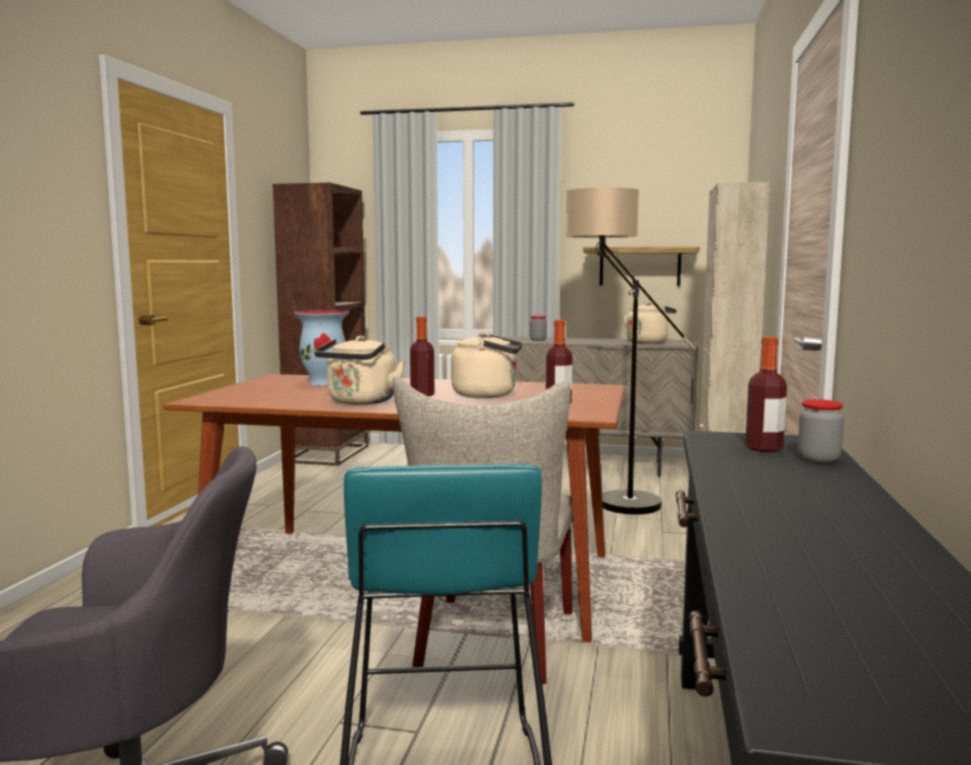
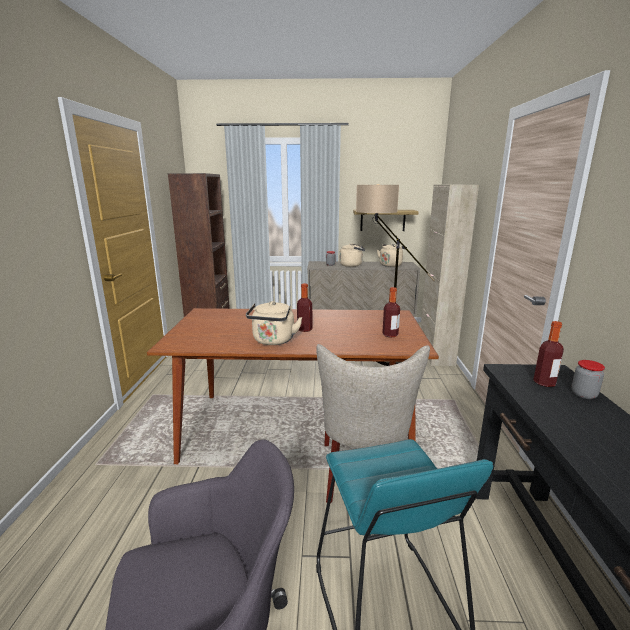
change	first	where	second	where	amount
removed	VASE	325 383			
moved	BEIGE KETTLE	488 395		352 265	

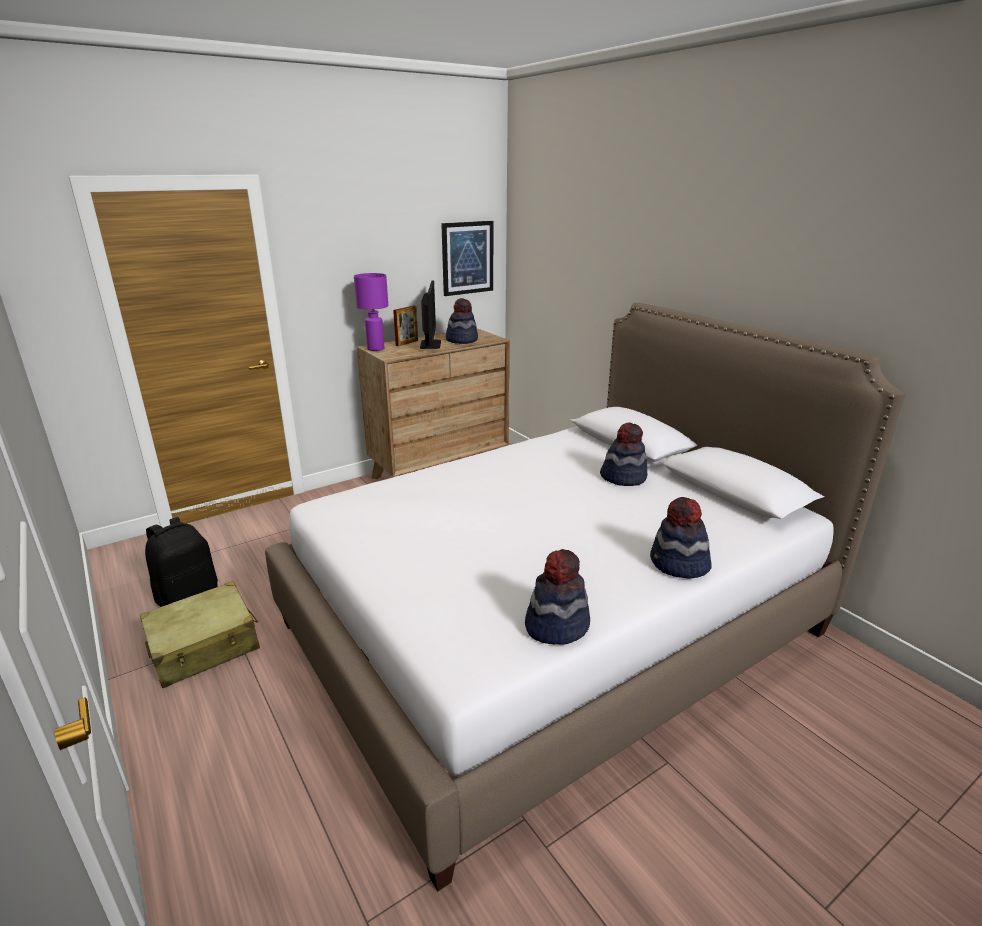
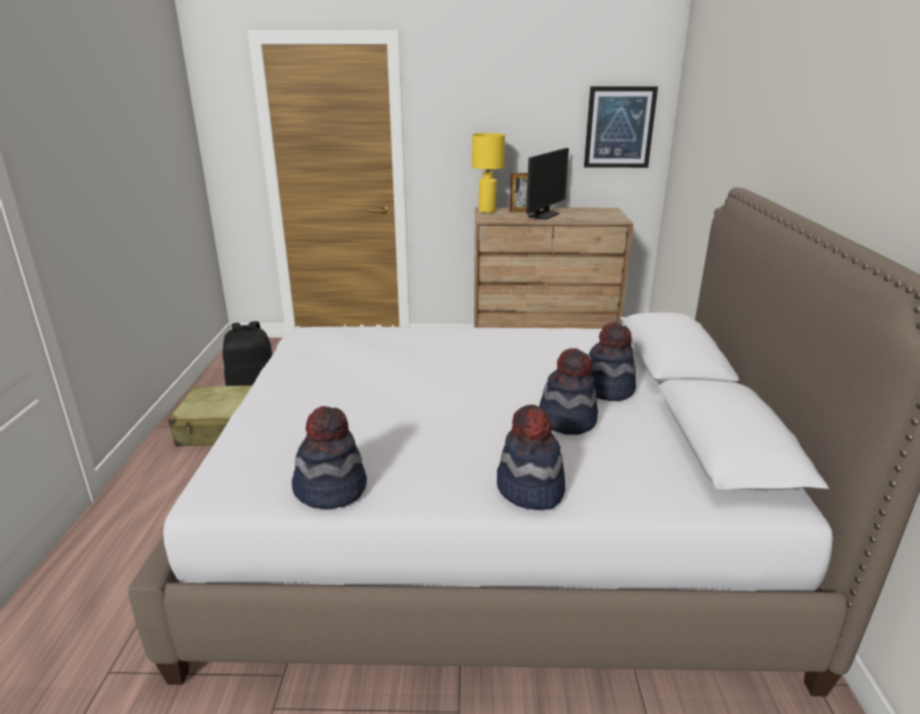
change	first	where	second	where	amount
moved	HAT	462 340		567 420	
recoloured	PURPLE TABLE LAMP	375 349	YELLOW TABLE LAMP	486 211	

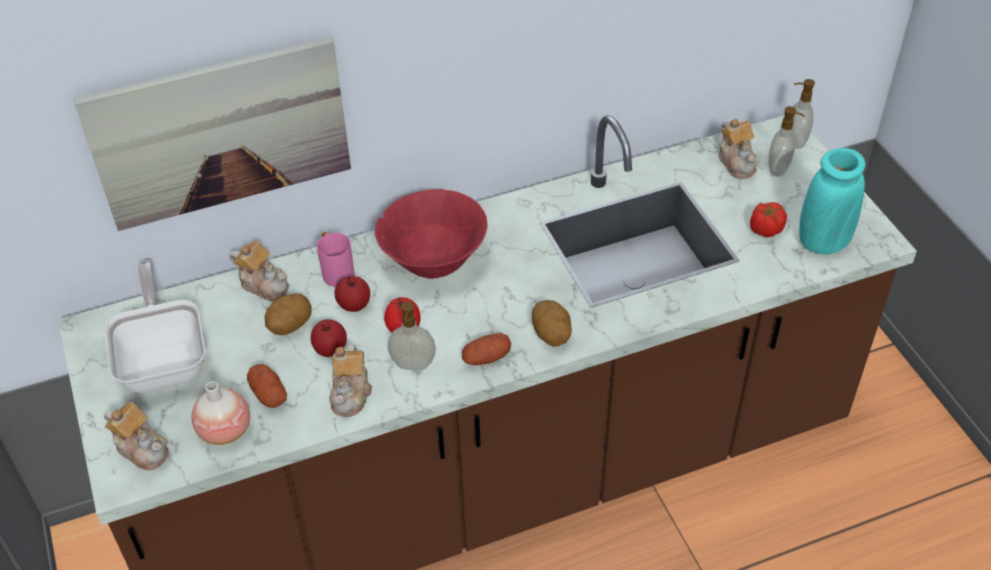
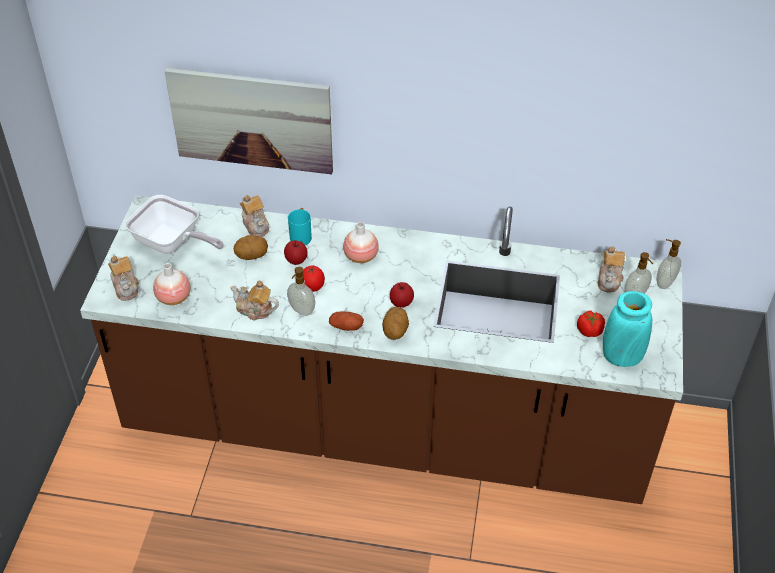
change	first	where	second	where	amount
removed	POTATO	269 394			
moved	APPLE	330 348		401 302	
replaced	RED BOWL	433 263	VASE	361 257	
recoloured	PINK MUG	335 271	TURQUOISE MUG	301 235	
turned	FRYING PAN	164 360		172 243	105 degrees clockwise
turned	TEAPOT	351 393		255 310	75 degrees clockwise

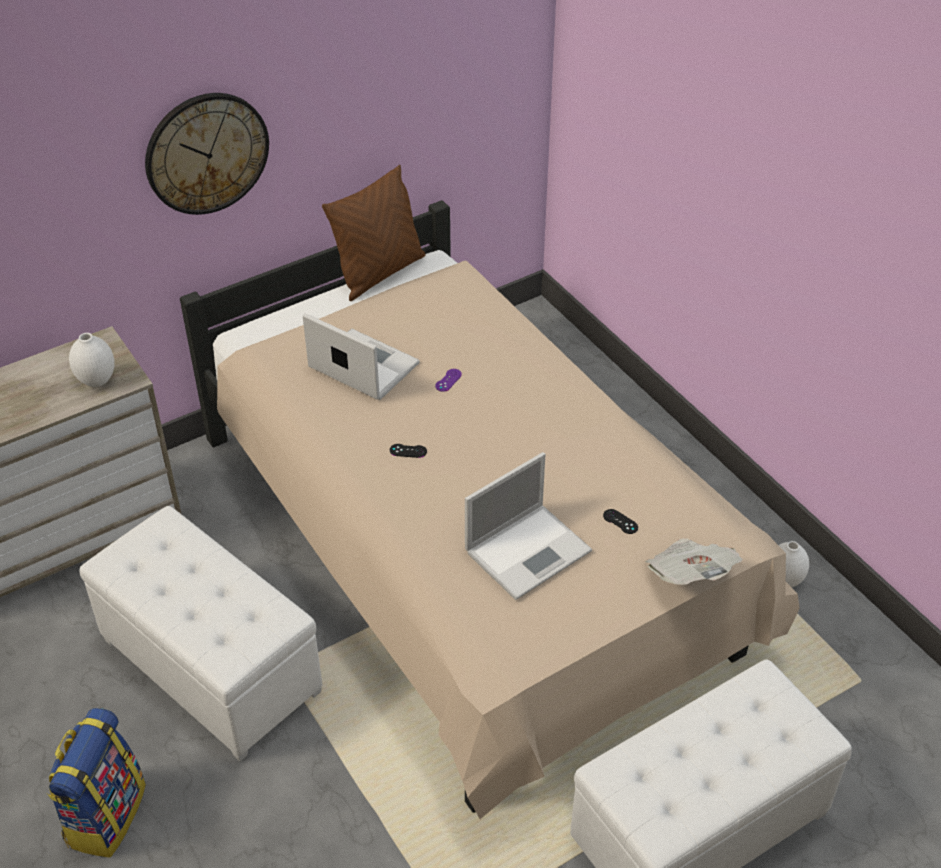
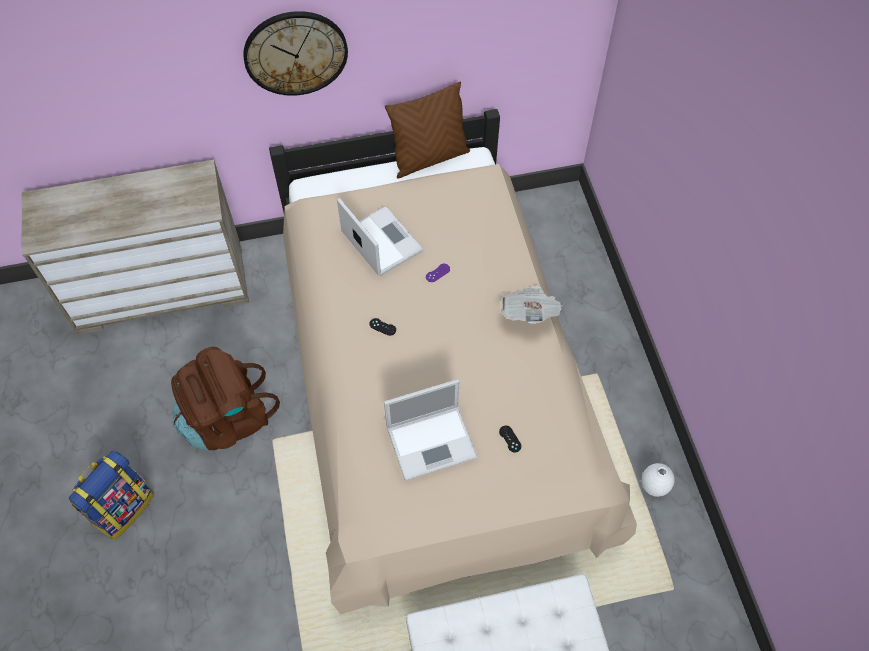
change	first	where	second	where	amount
removed	WHITE VASE	96 381			
moved	NEWSPAPER	690 576		529 313	
replaced	WHITE OTTOMAN	212 665	BROWN BACKPACK	228 419	

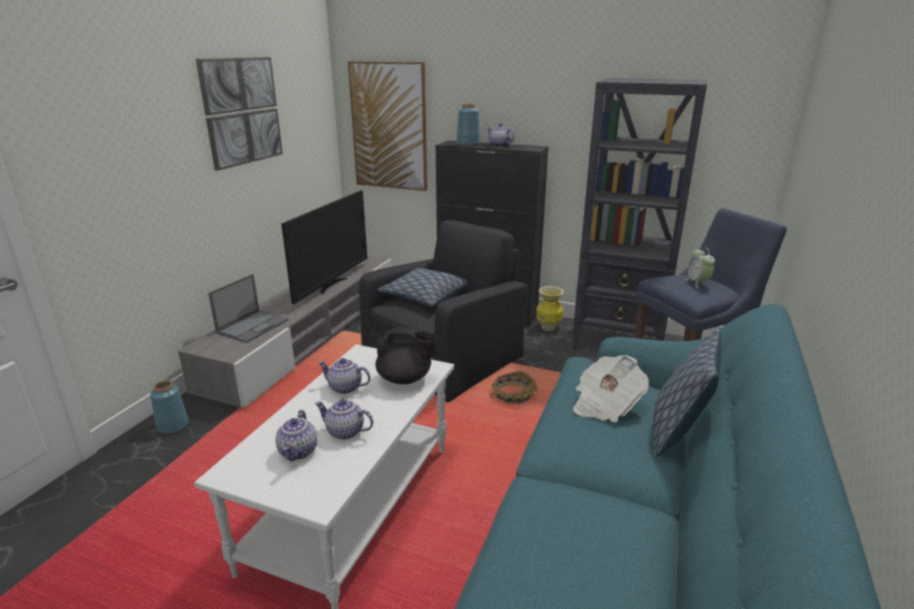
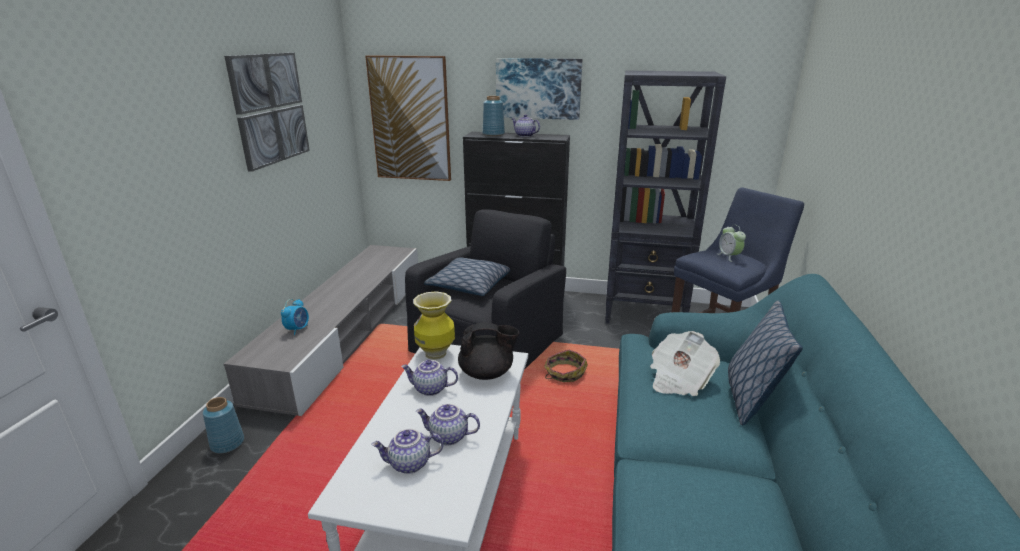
change	first	where	second	where	amount
removed	TELEVISION	331 285			
added			PICTURE	538 88	
moved	VASE	548 328		436 354	
replaced	LAPTOP	253 326	ALARM CLOCK	298 329	
turned	TEAPOT	299 452		409 464	90 degrees clockwise

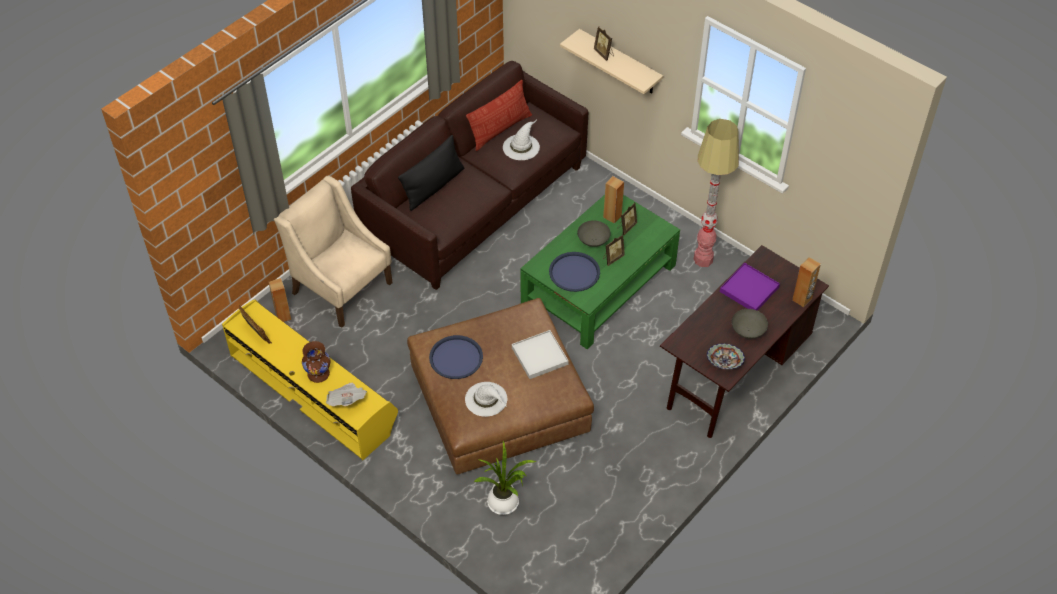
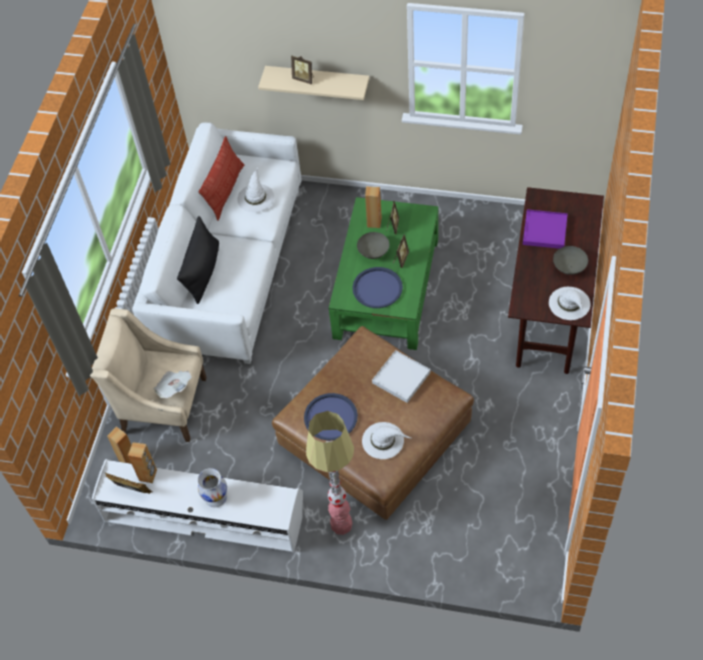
change	first	where	second	where	amount
removed	POTTED PLANT	505 503			
moved	NEWSPAPER	347 401		174 388	
moved	FLOOR LAMP	703 259		341 525	
moved	BROWN SPEAKER	802 299		148 475	
replaced	BOWL	724 362	WHITE HAT	570 303	
recoloured	YELLOW TV STAND	313 390	WHITE TV STAND	204 513	
recoloured	BROWN VASE	318 374	WHITE VASE	215 498	
recoloured	BROWN SOFA	475 203	WHITE SOFA	230 268	

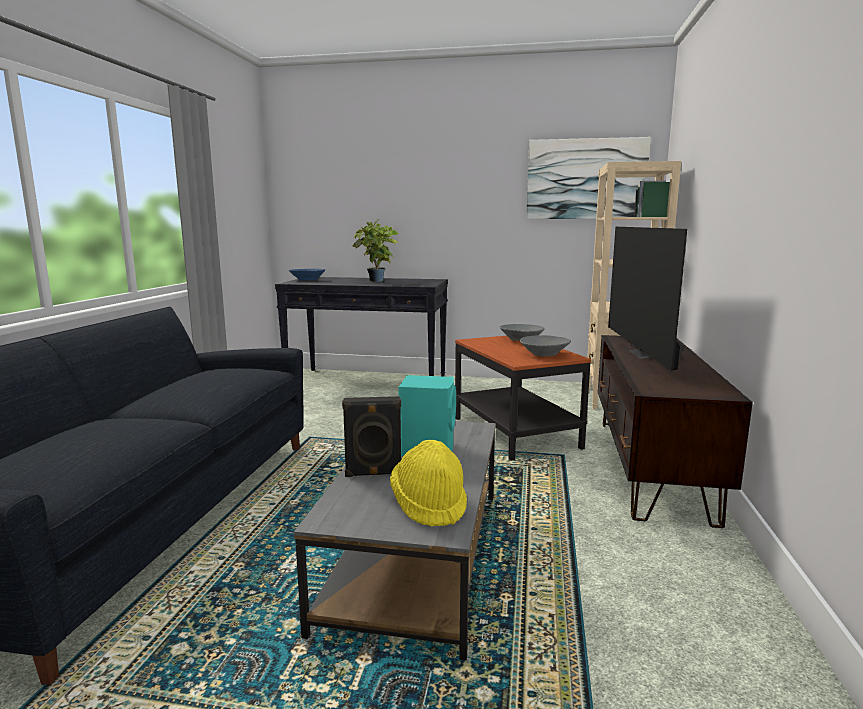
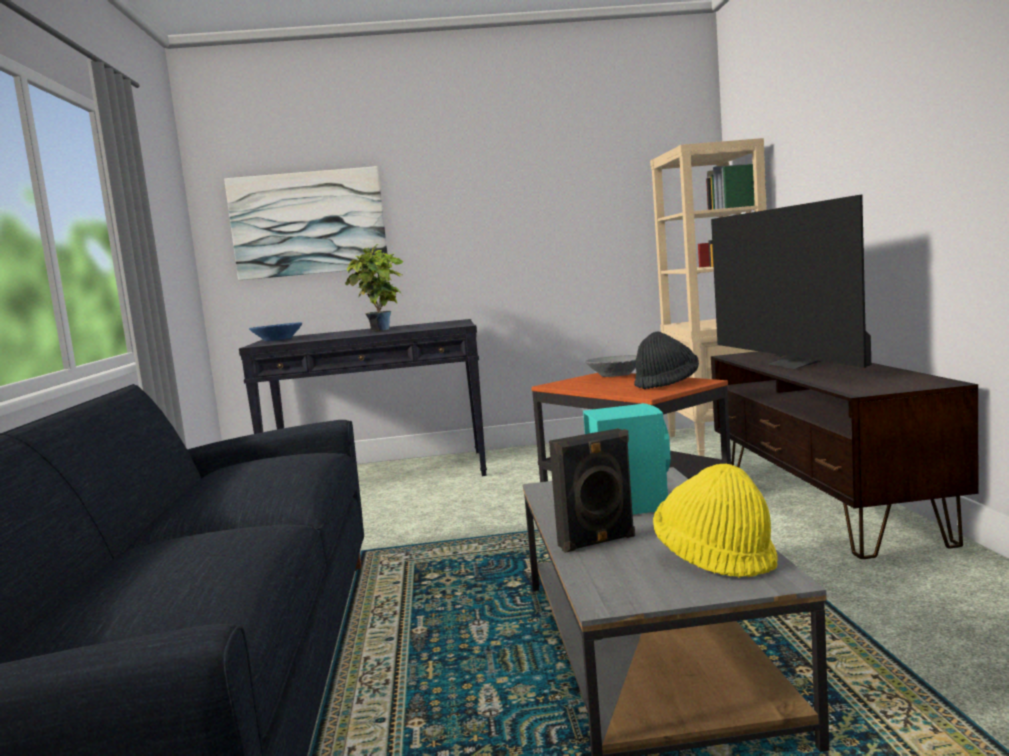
change	first	where	second	where	amount
moved	PICTURE	586 179		308 223	
replaced	GREY BOWL	544 354	BLACK HAT	667 384	

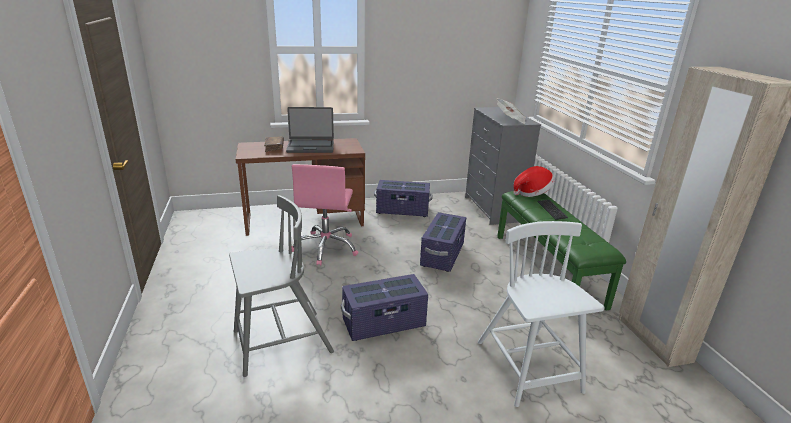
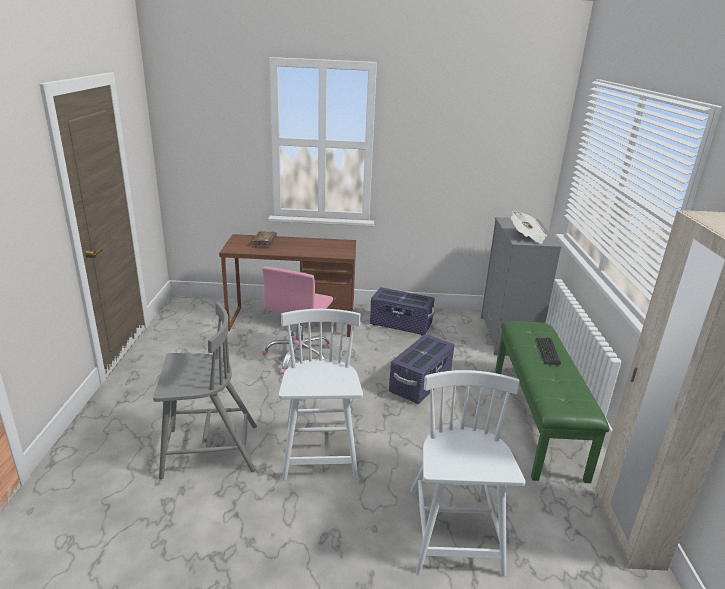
change	first	where	second	where	amount
removed	LAPTOP	310 147			
removed	HAT	532 193			
replaced	PURPLE STORAGE BOX	384 323	WHITE CHAIR	320 450	

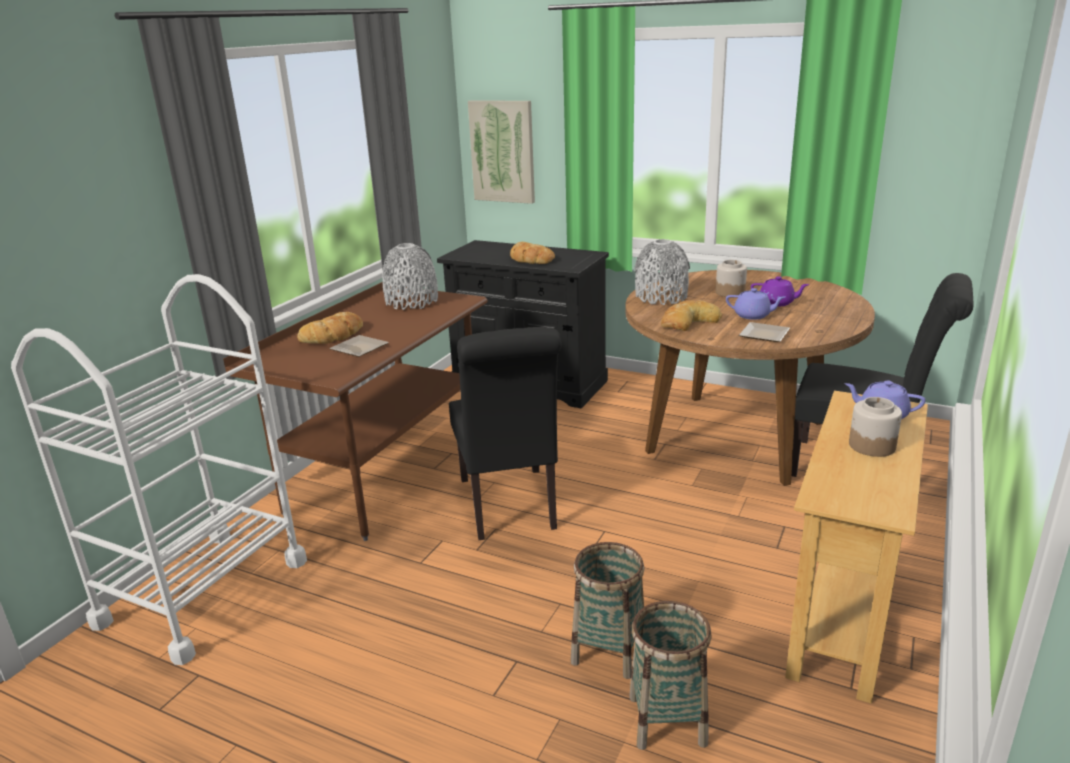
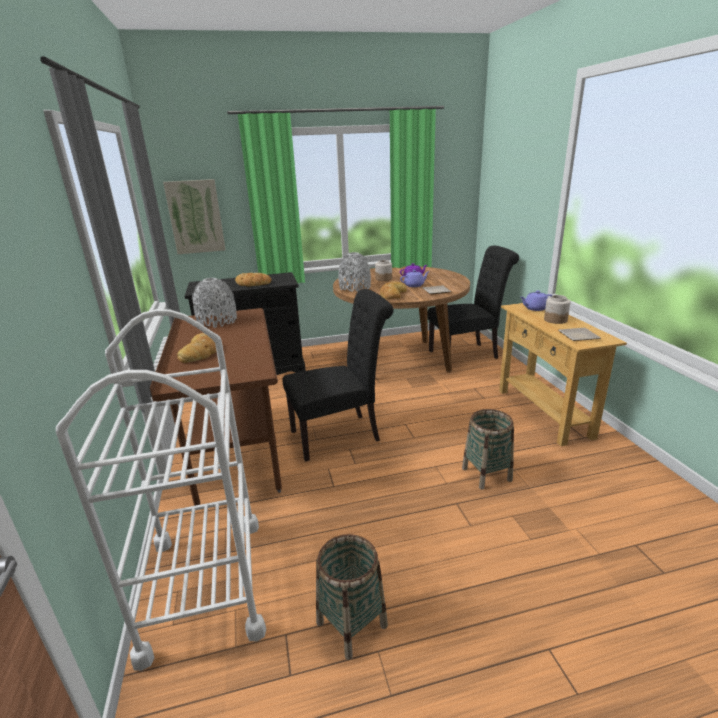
change	first	where	second	where	amount
moved	PLATE	361 348		579 336	
moved	BASKET	667 720		352 624	
turned	BLACK CHAIR	509 507		340 434	60 degrees counterclockwise

